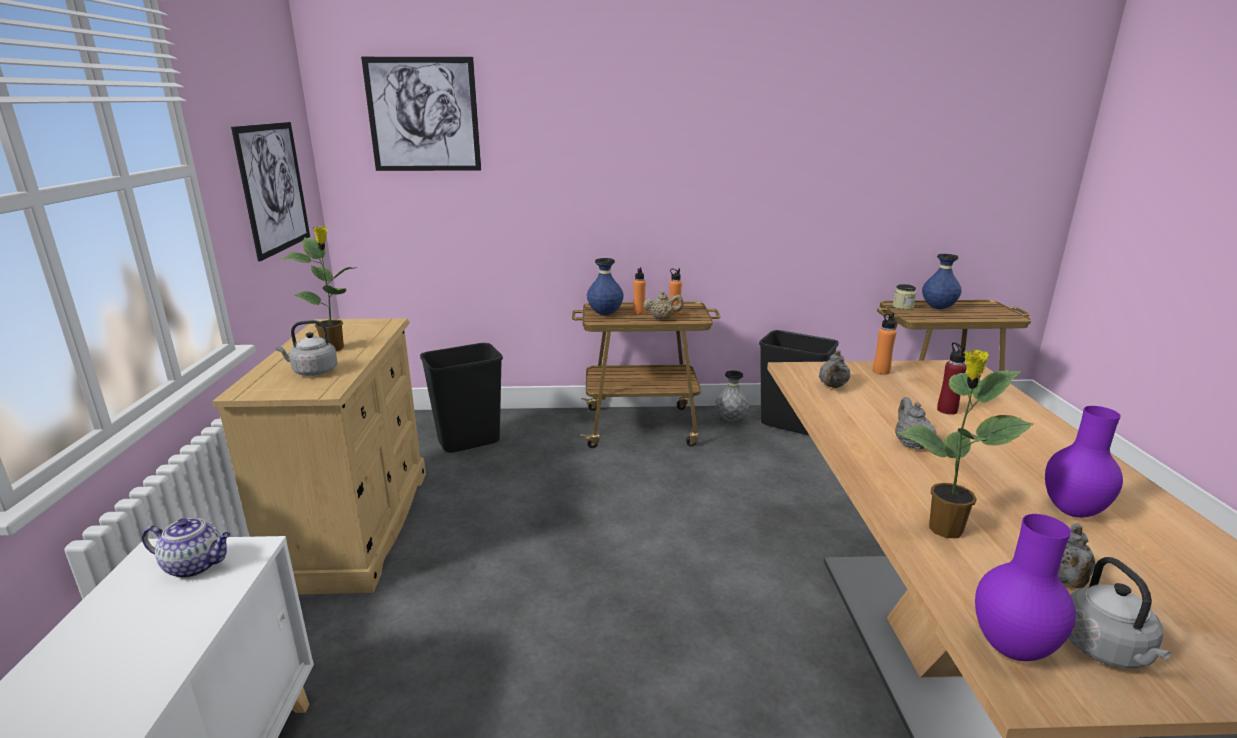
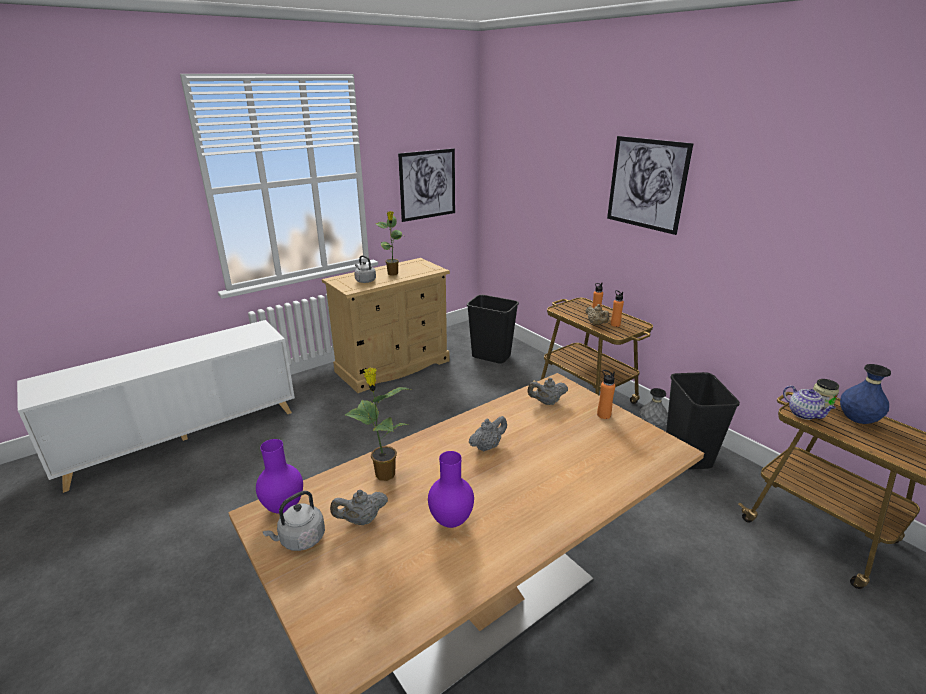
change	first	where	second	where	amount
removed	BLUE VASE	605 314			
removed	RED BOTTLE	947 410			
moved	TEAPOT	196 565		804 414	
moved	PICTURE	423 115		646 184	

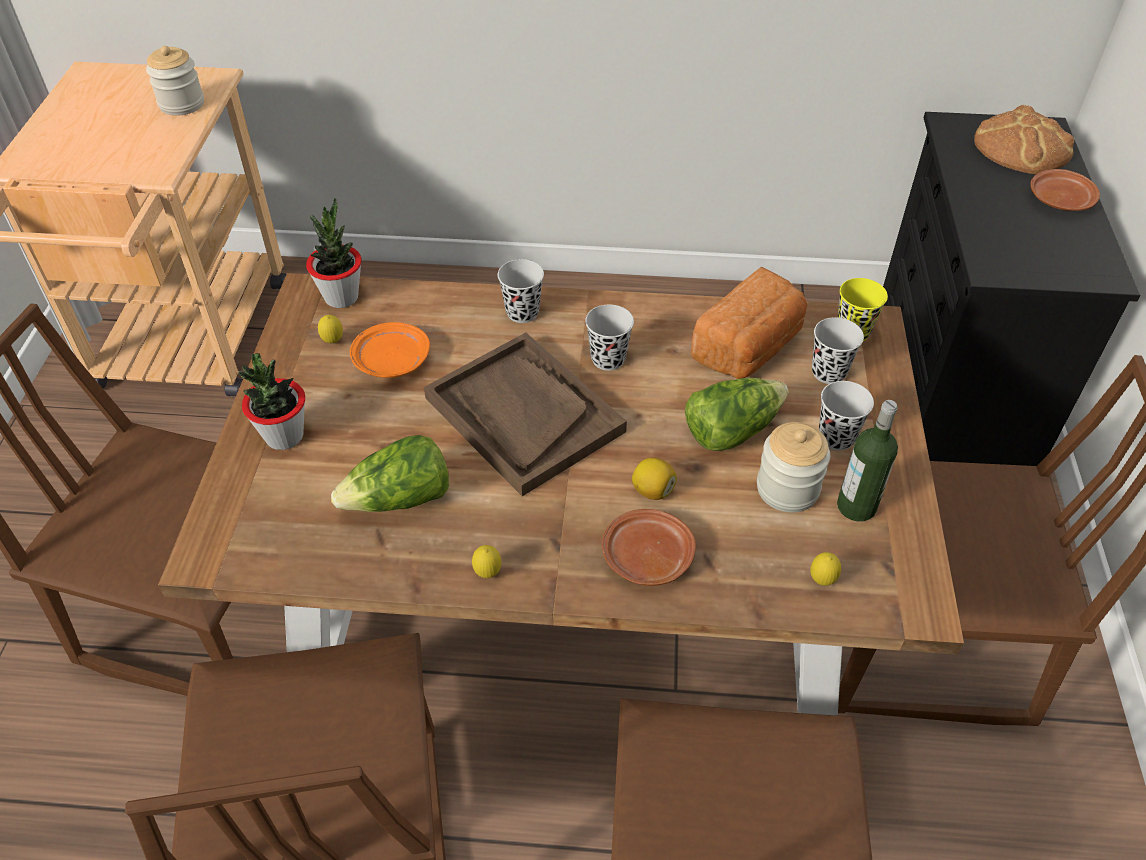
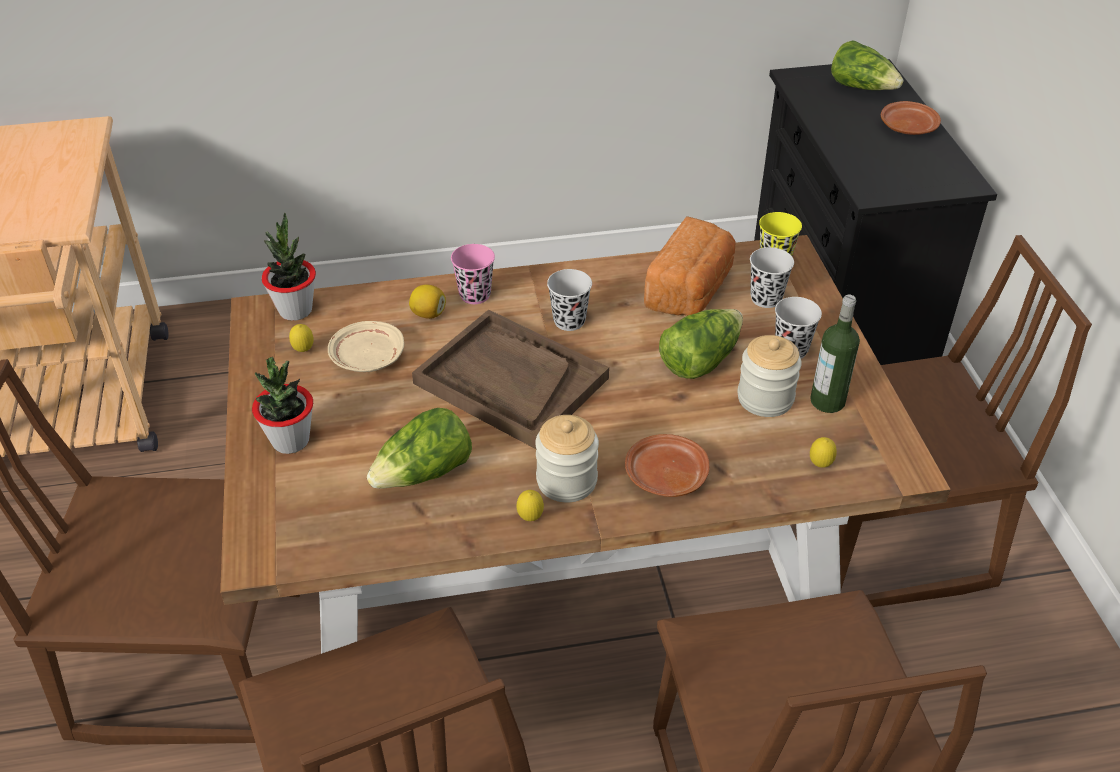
change	first	where	second	where	amount
moved	JAR	182 104		566 481	
moved	LEMON	653 490		428 314	
replaced	BREAD	1022 146	LETTUCE	862 88	
recoloured	ORANGE PLATE	391 361	BEIGE PLATE	367 358	
recoloured	BLACK CUP	522 312	PINK CUP	475 295	

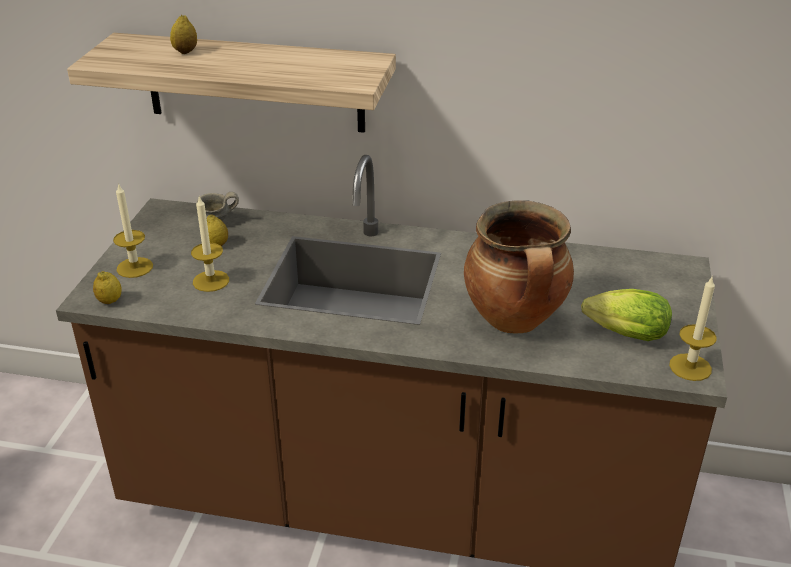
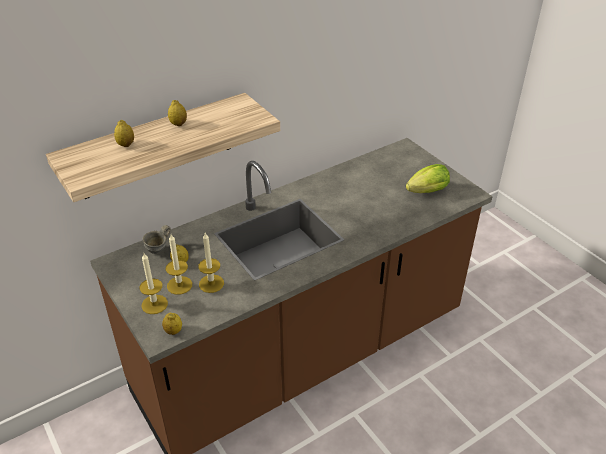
change	first	where	second	where	amount
removed	COOKING POT	515 321			
added			LEMON	178 124	
moved	CANDLE	690 367		179 285	

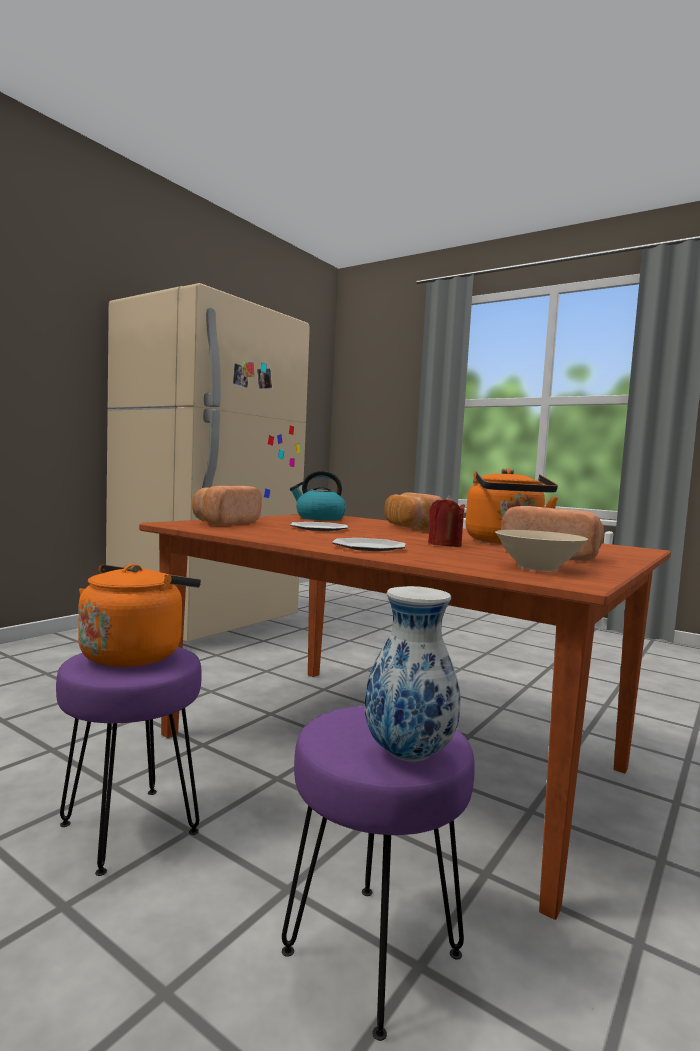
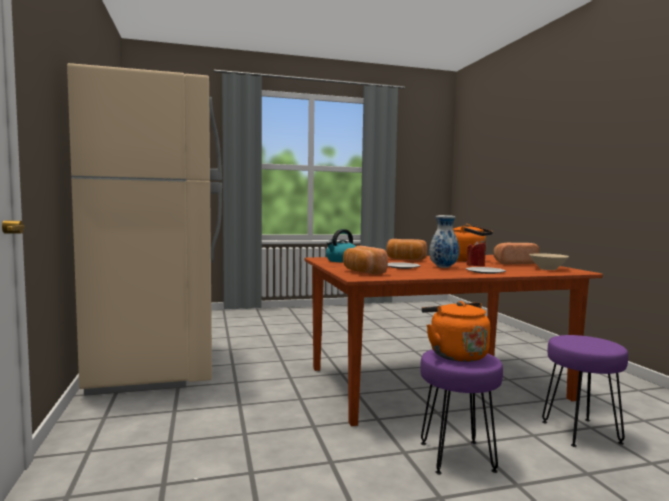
change	first	where	second	where	amount
moved	VASE	410 754		443 267	

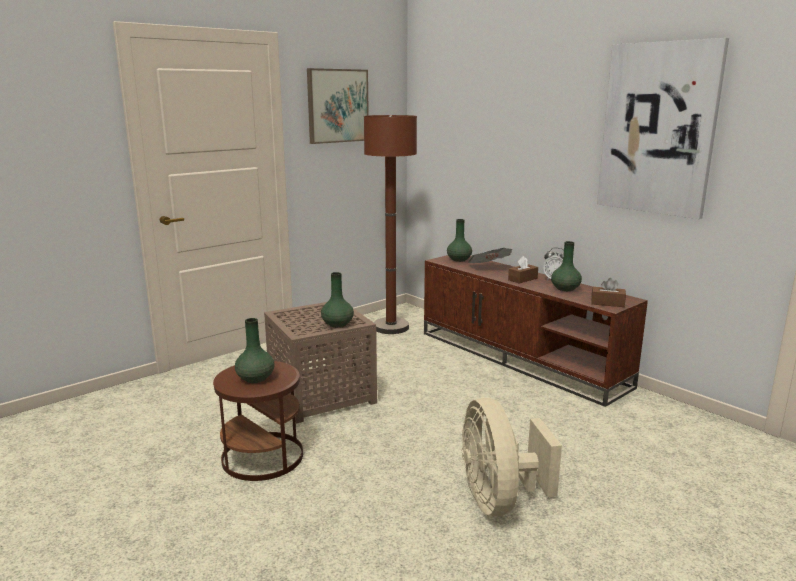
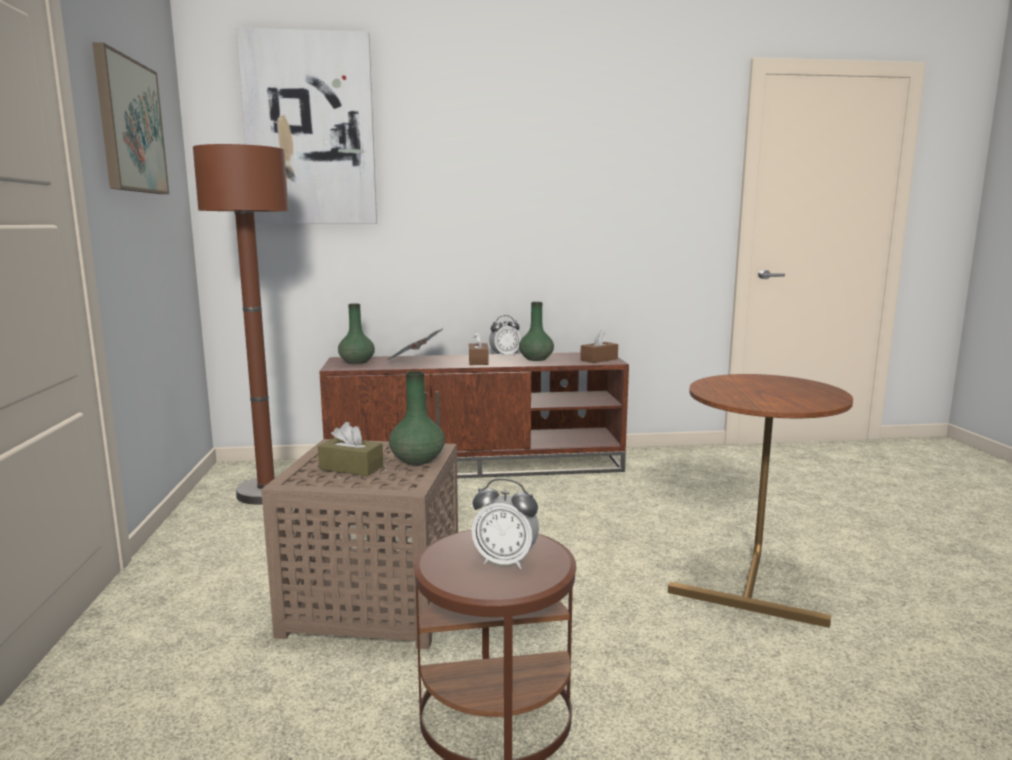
change	first	where	second	where	amount
added			BROWN TISSUE BOX	351 468	
moved	PICTURE	658 129		310 130	
replaced	GREEN VASE	256 378	ALARM CLOCK	505 561	
replaced	BEIGE FAN	499 500	BROWN SIDE TABLE	753 577	

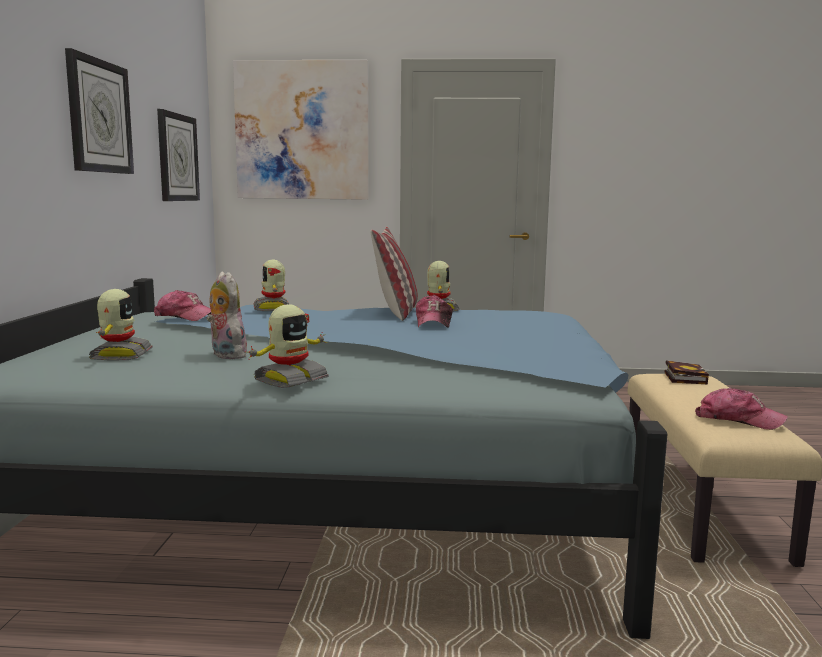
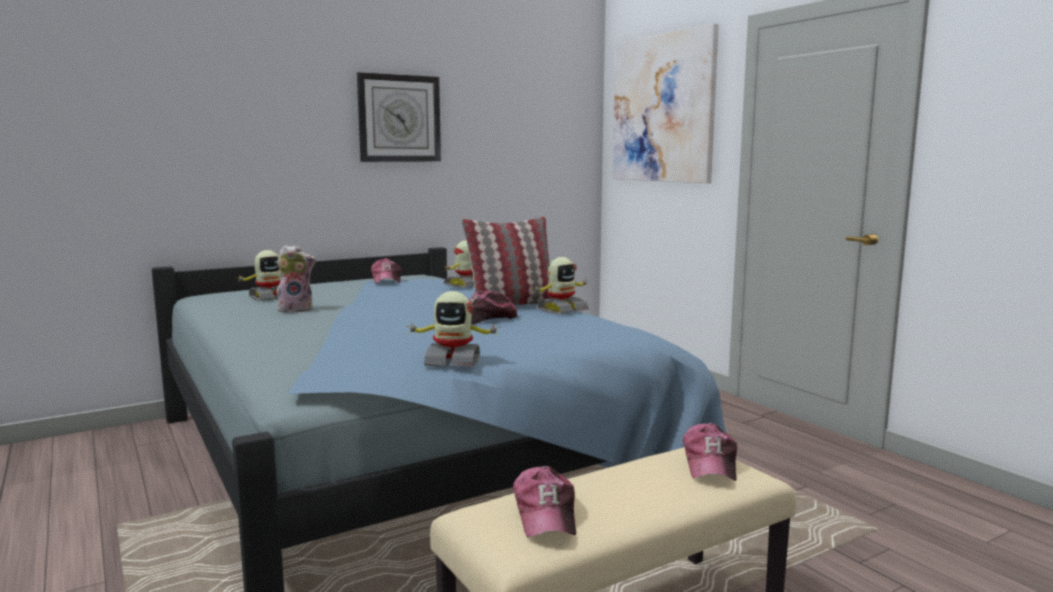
change	first	where	second	where	amount
removed	WALL CLOCK	177 157			
moved	TOY ROBOT	290 380		453 361	
replaced	BOOK	683 377	CAP	710 464	
turned	PLUSH TOY	225 355		296 309	60 degrees clockwise

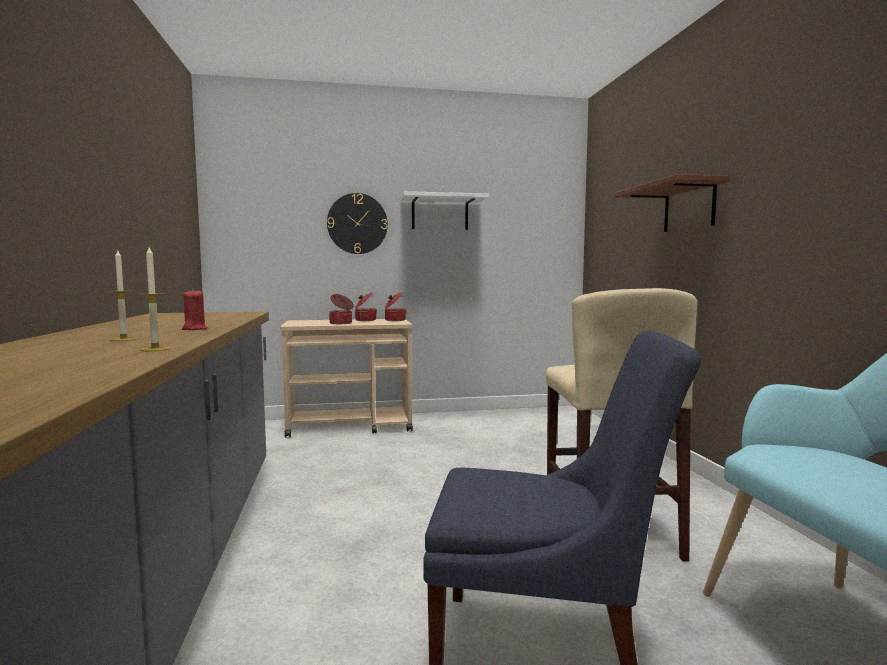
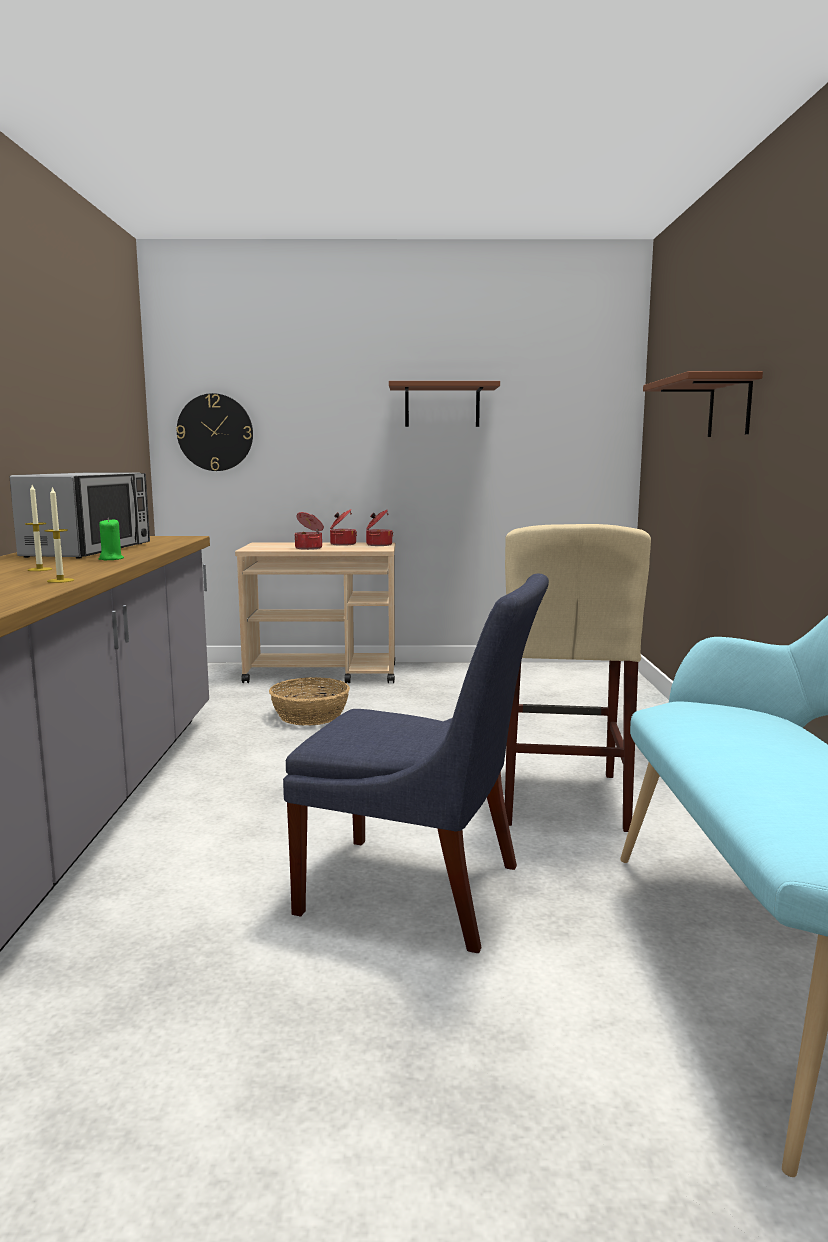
change	first	where	second	where	amount
added			MICROWAVE	90 550	
added			BASKET	310 716	
moved	WALL CLOCK	357 223		215 432	
recoloured	RED CANDLE	194 329	GREEN CANDLE	111 559	
recoloured	WHITE SHELF	440 213	BROWN SHELF	442 406	

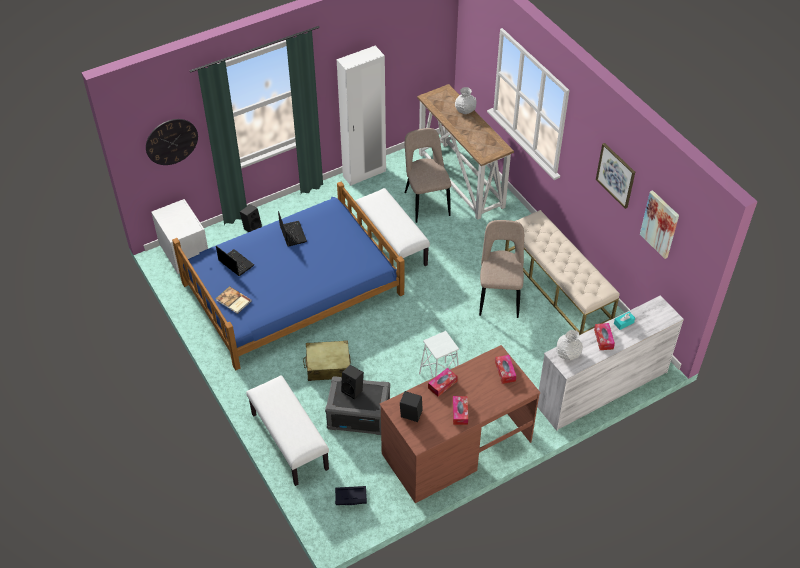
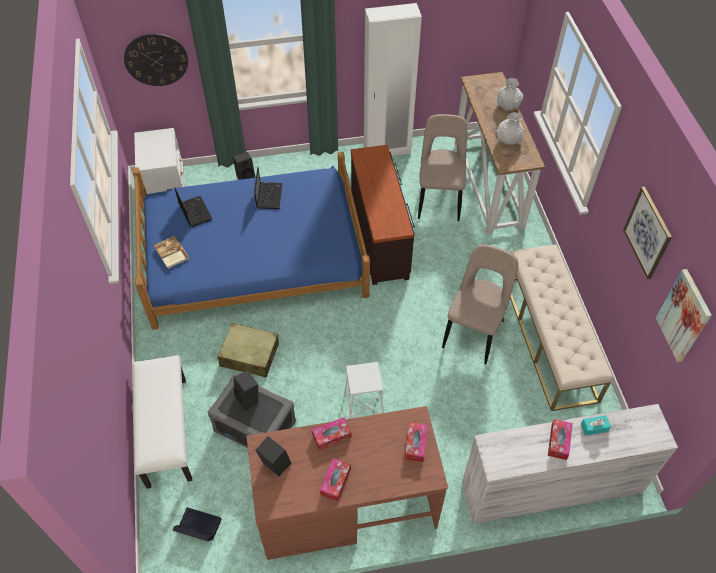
change	first	where	second	where	amount
moved	WHITE VASE	567 354		508 140	
replaced	WHITE BENCH	391 244	BROWN DRESSER	380 236	

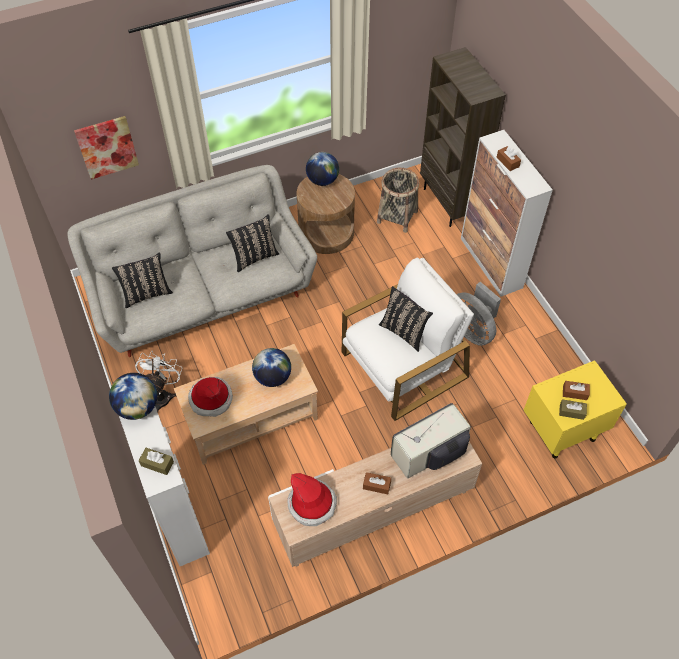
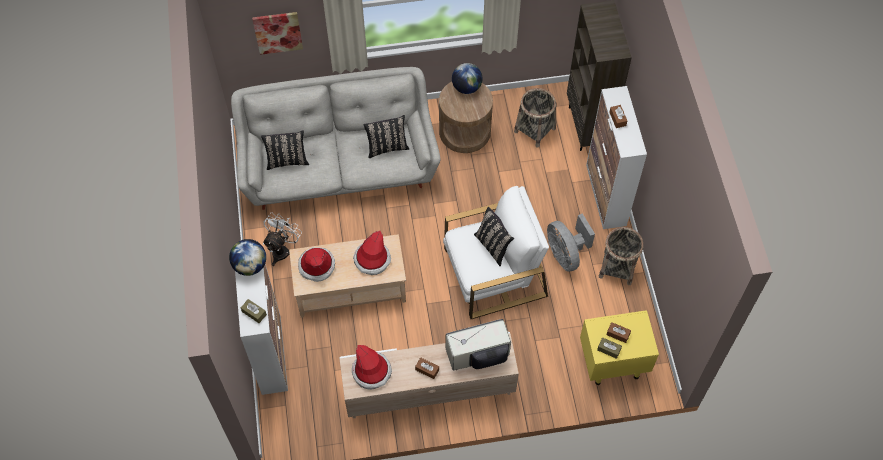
change	first	where	second	where	amount
added			BASKET	617 267	
replaced	GLOBE	273 377	HAT	372 259	

